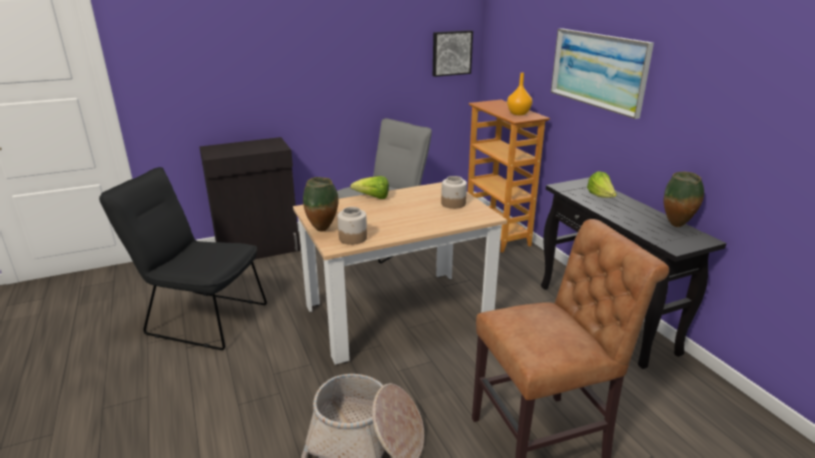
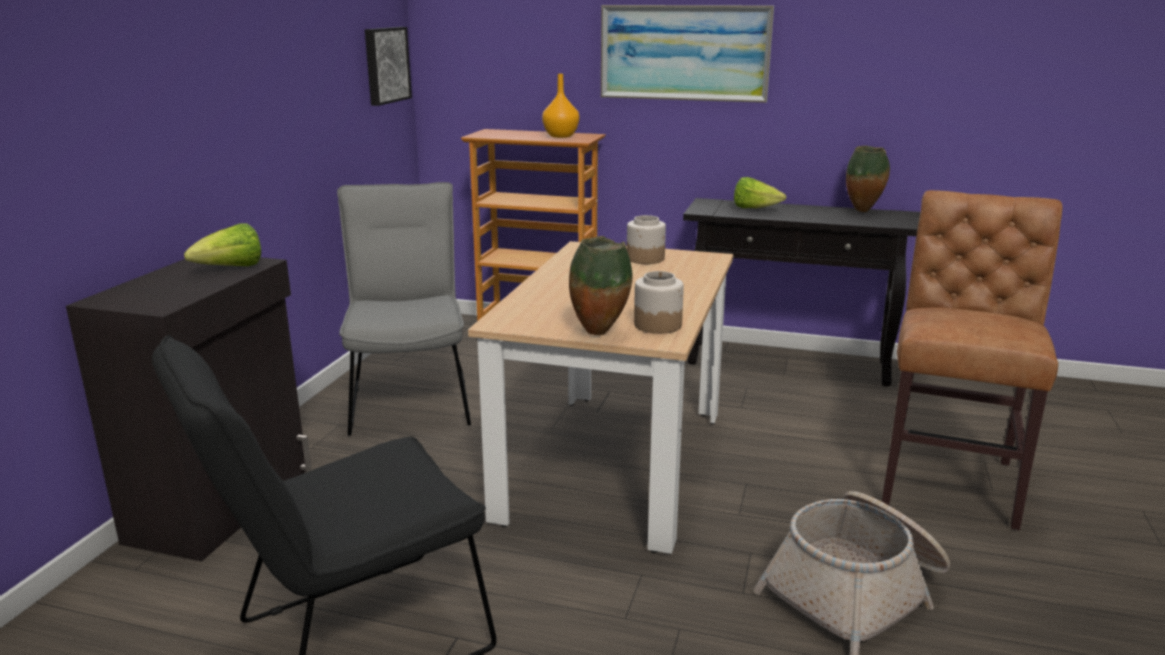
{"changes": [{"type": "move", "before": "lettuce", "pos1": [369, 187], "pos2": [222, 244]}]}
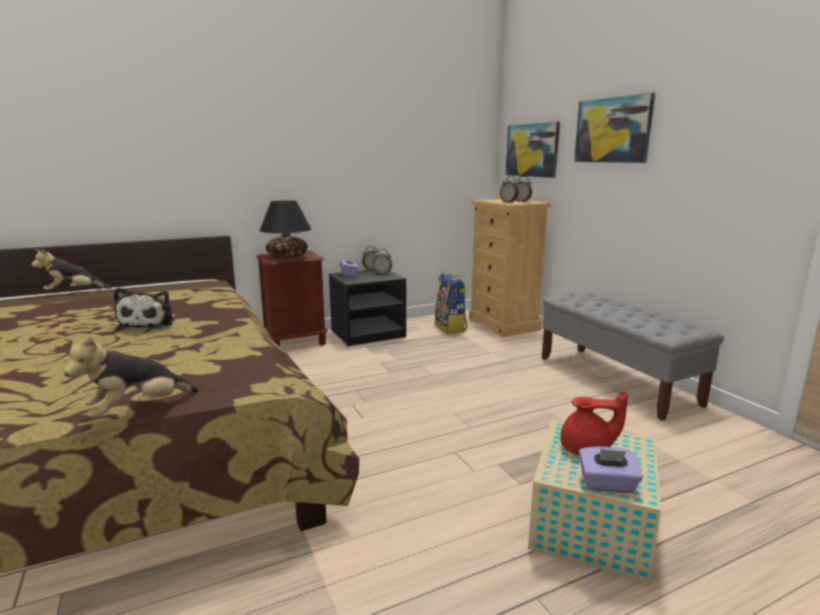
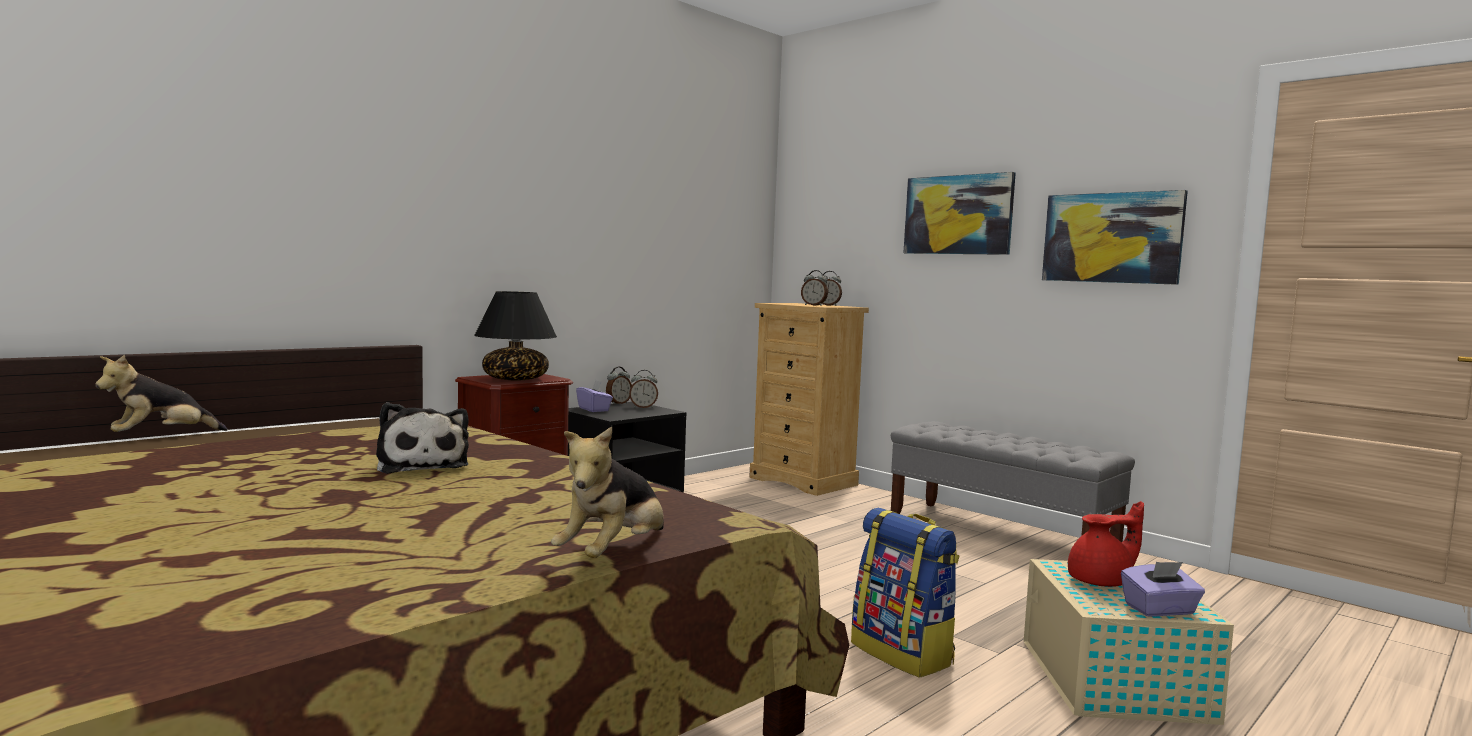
{"changes": [{"type": "move", "before": "picture", "pos1": [533, 150], "pos2": [1115, 237]}, {"type": "move", "before": "rucksack", "pos1": [451, 303], "pos2": [905, 593]}]}
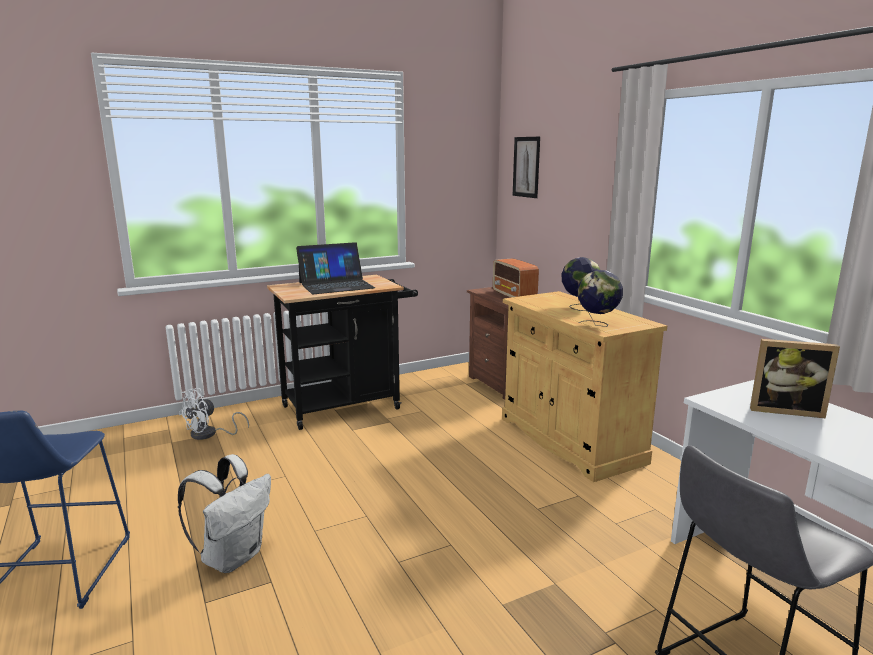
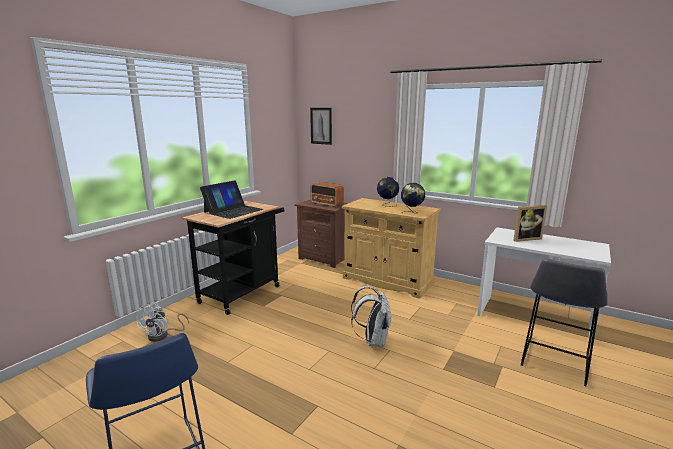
{"changes": [{"type": "move", "before": "white-coloured_rucksack", "pos1": [224, 513], "pos2": [371, 316]}]}
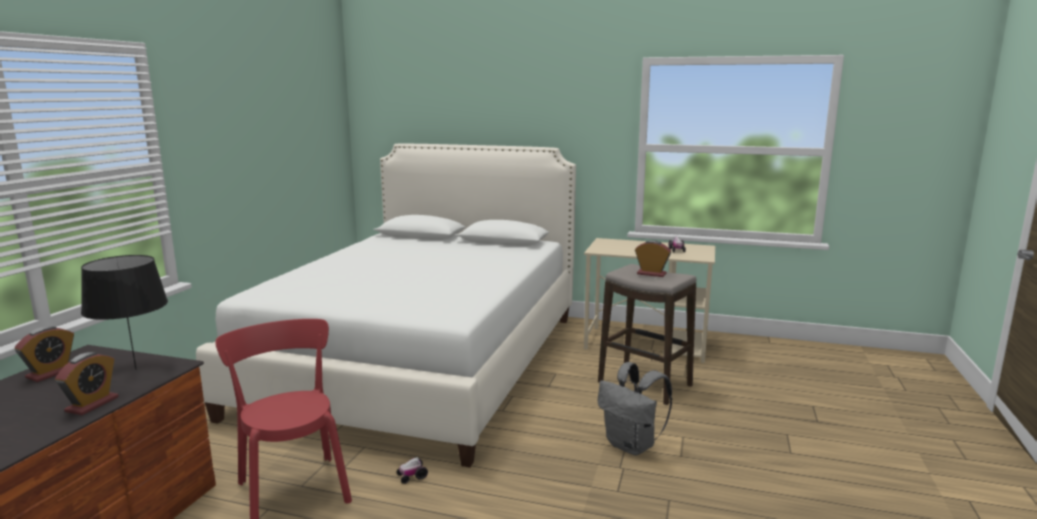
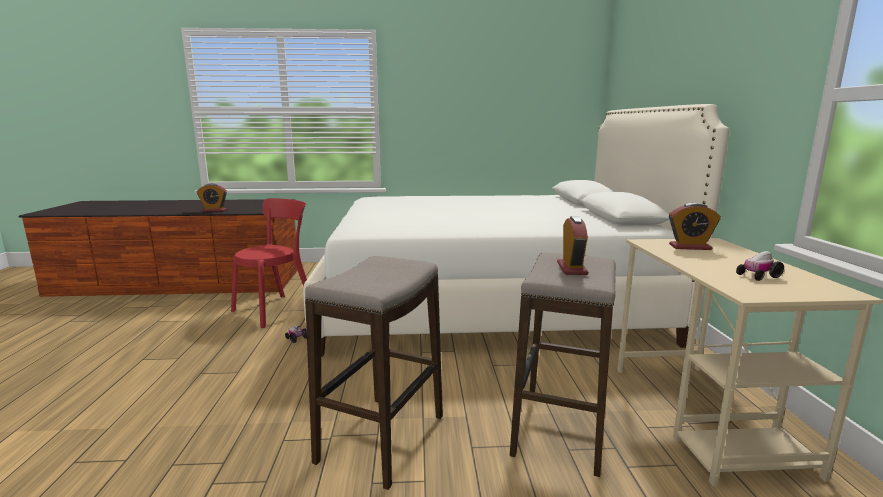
{"changes": [{"type": "delete", "before": "blackish_tabletop_lamp", "pos1": [124, 312]}, {"type": "move", "before": "alarm_clock", "pos1": [44, 354], "pos2": [695, 226]}, {"type": "replace", "before": "grey_rucksack", "after": "stool", "pos1": [635, 408], "pos2": [374, 373]}]}
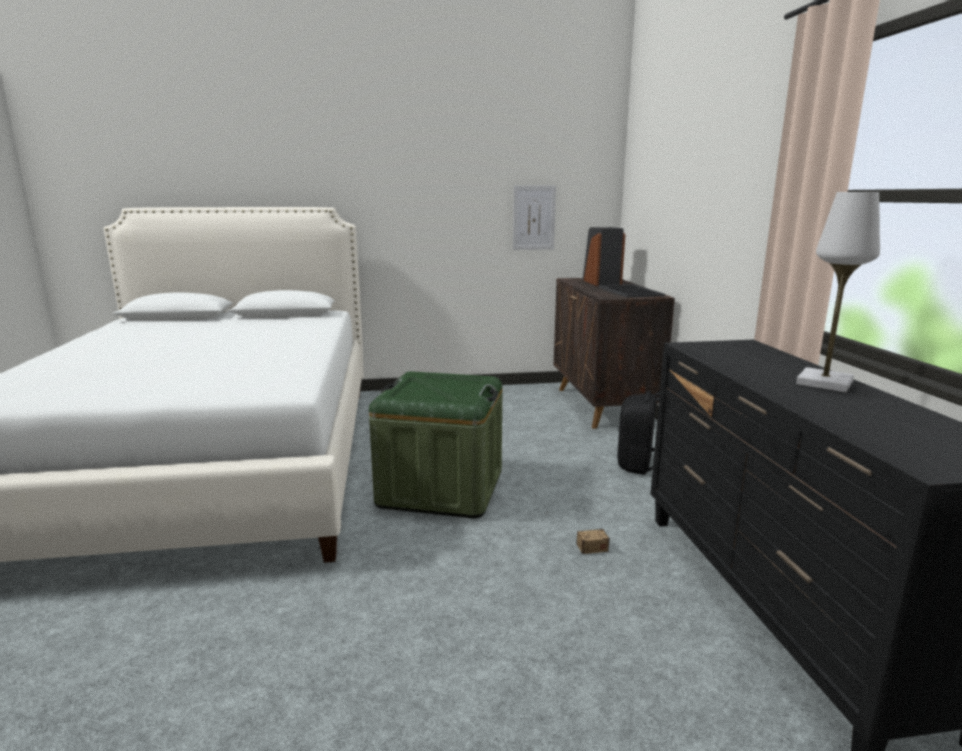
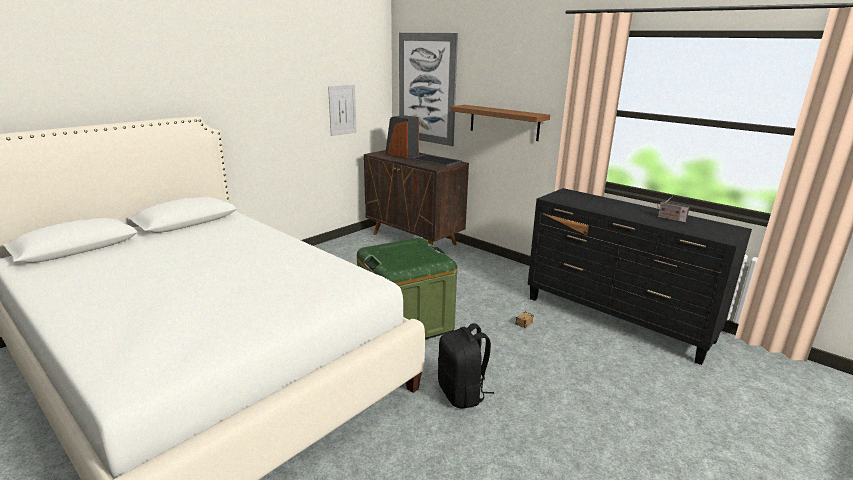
{"changes": [{"type": "delete", "before": "white-coloured_tabletop_lamp", "pos1": [838, 292]}, {"type": "move", "before": "blackish_rucksack", "pos1": [638, 433], "pos2": [466, 366]}, {"type": "insert", "after": "picture", "pos2": [428, 89]}, {"type": "insert", "after": "brownish_shelf", "pos2": [500, 123]}, {"type": "insert", "after": "radio_set", "pos2": [673, 209]}]}
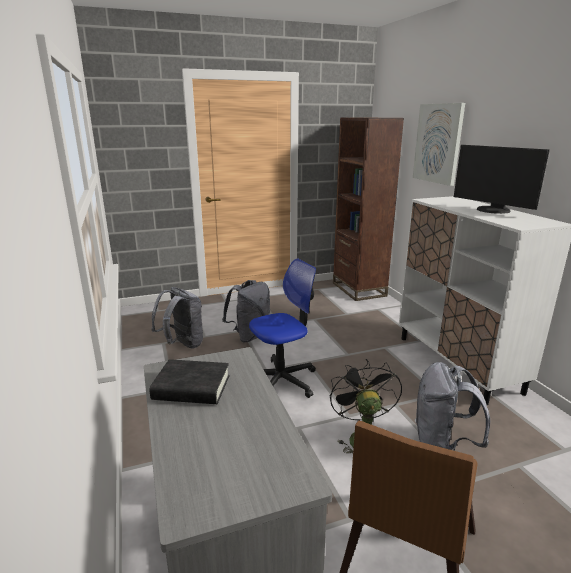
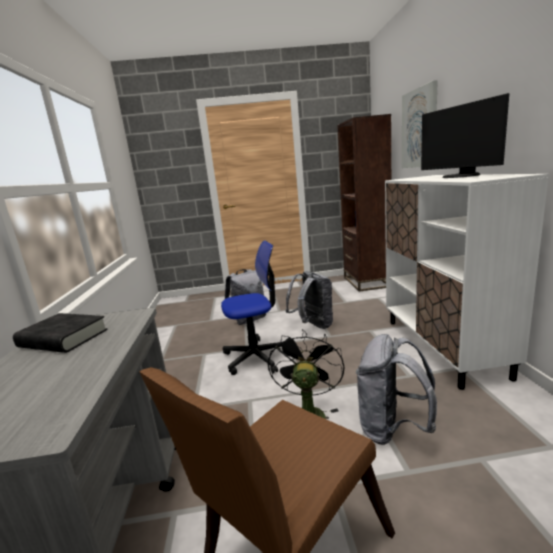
{"changes": [{"type": "move", "before": "grey_rucksack", "pos1": [177, 318], "pos2": [309, 300]}]}
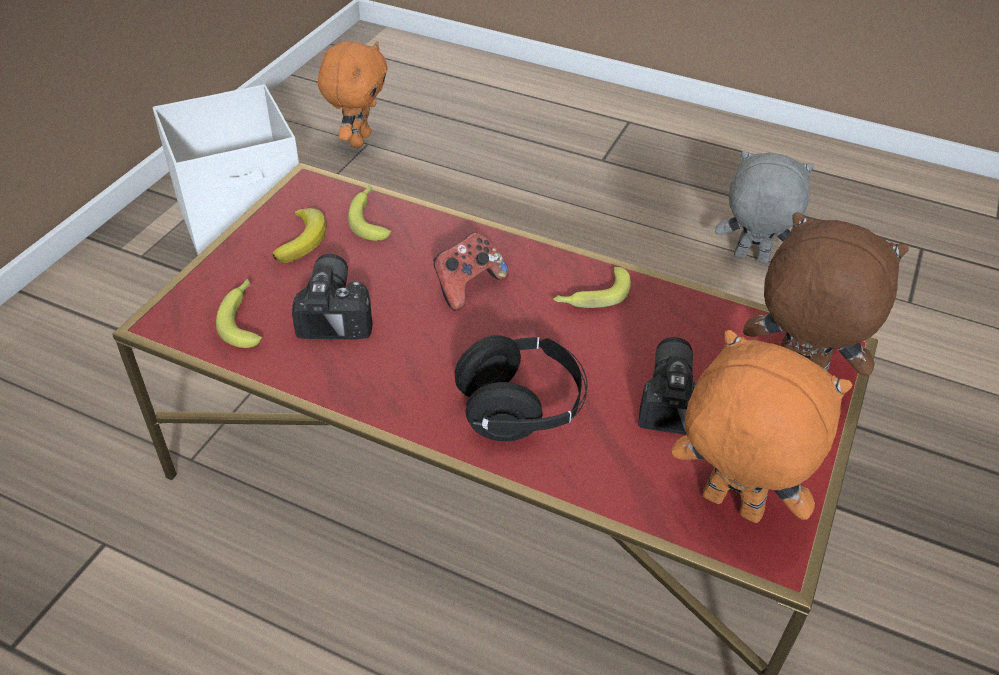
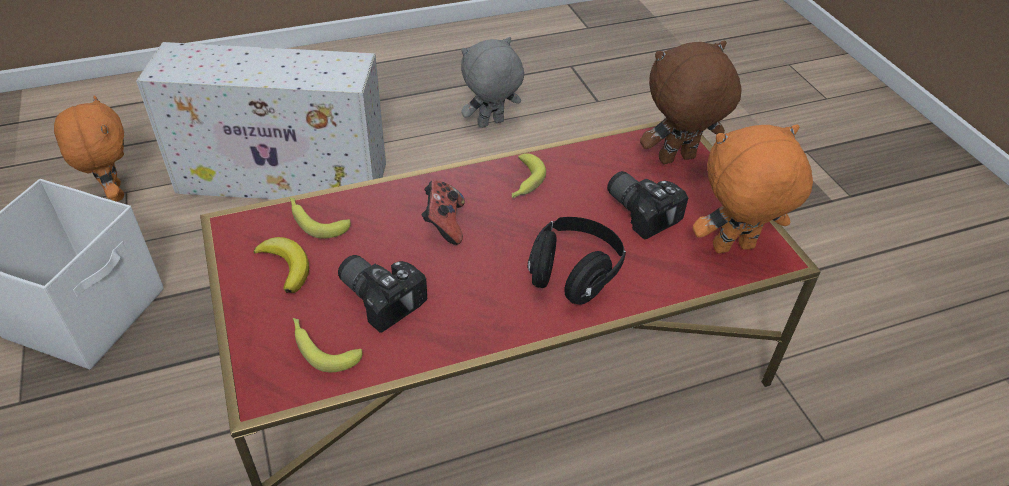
{"changes": [{"type": "insert", "after": "white-coloured_storage_box", "pos2": [261, 120]}]}
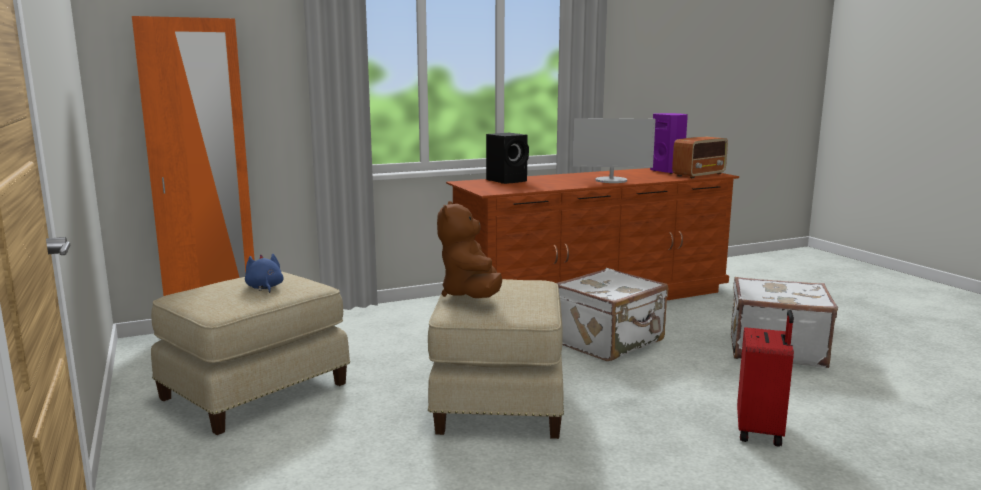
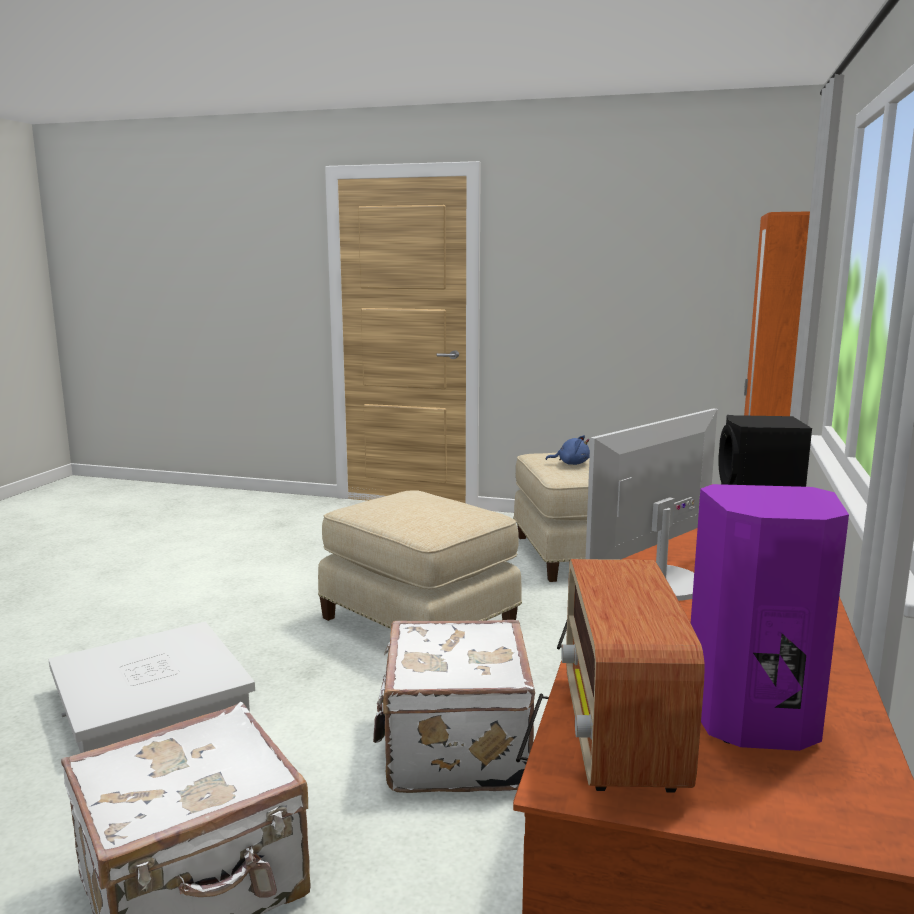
{"changes": [{"type": "delete", "before": "brownish_plush_toy", "pos1": [469, 249]}, {"type": "replace", "before": "reddish_piece_of_luggage", "after": "white-coloured_storage_box", "pos1": [765, 378], "pos2": [151, 687]}]}
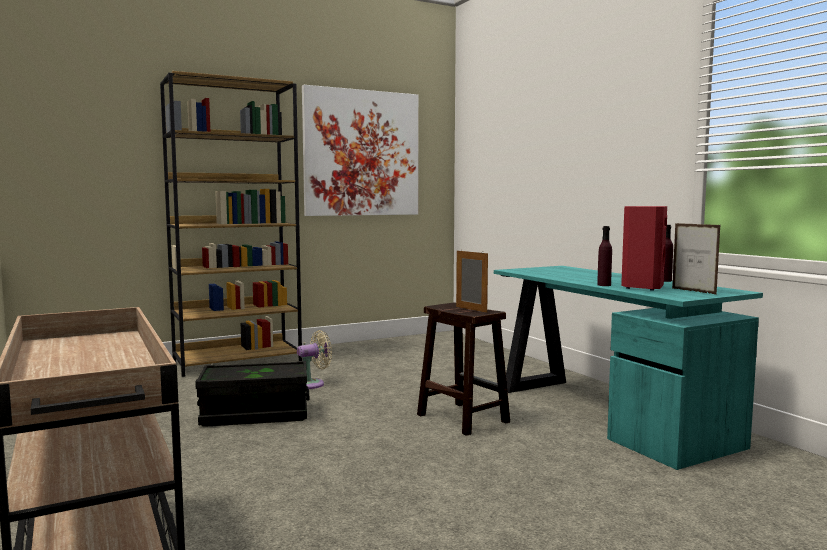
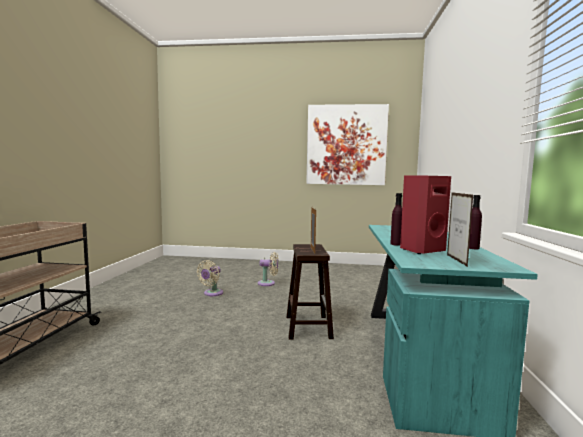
{"changes": [{"type": "delete", "before": "brownish_bookshelf", "pos1": [231, 224]}, {"type": "replace", "before": "blackish_storage_box", "after": "sand-coloured_fan", "pos1": [252, 394], "pos2": [209, 278]}]}
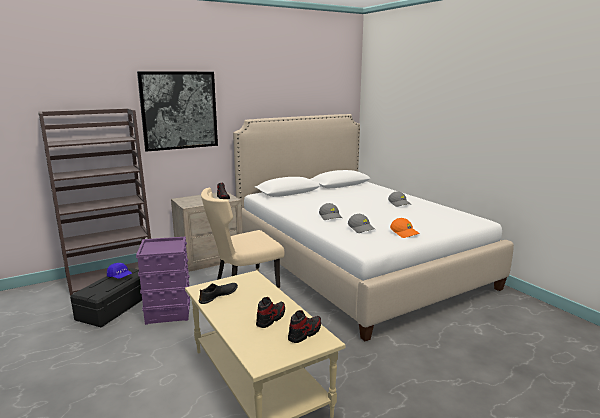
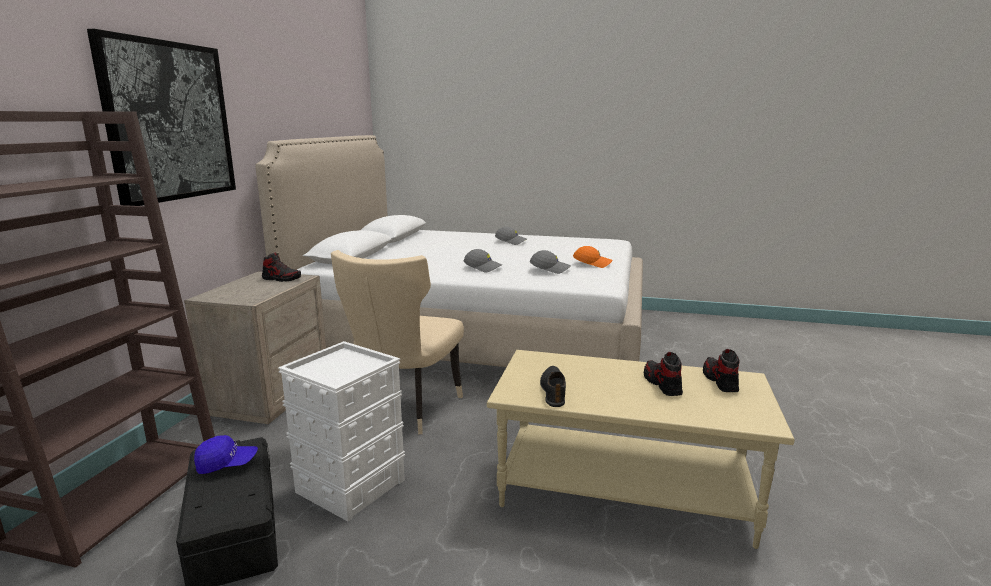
{"changes": [{"type": "recolor", "before": "purple_storage_box", "after": "white-coloured_storage_box", "pos1": [163, 281], "pos2": [341, 431]}]}
